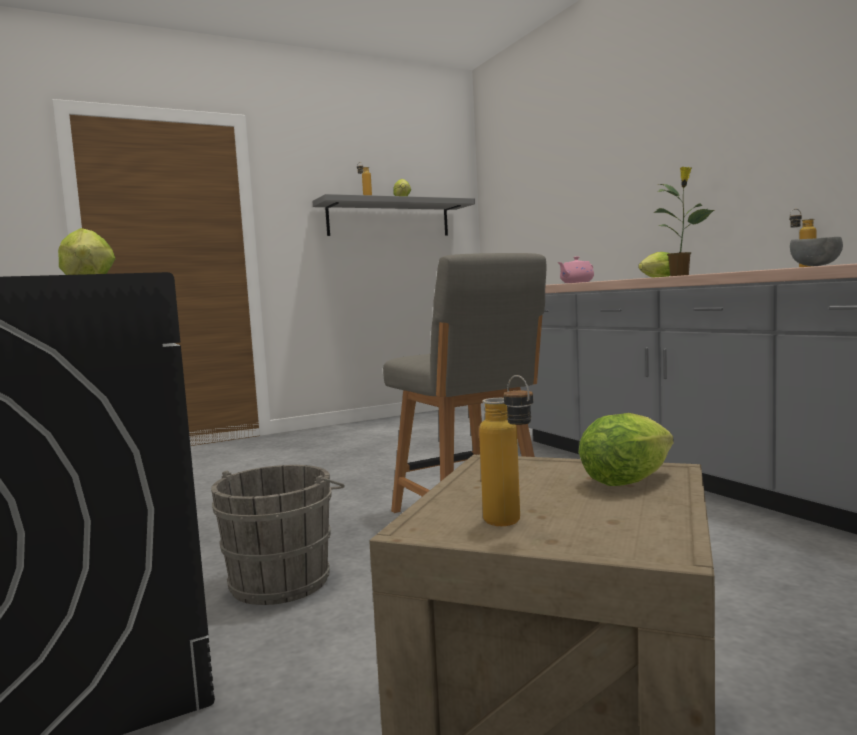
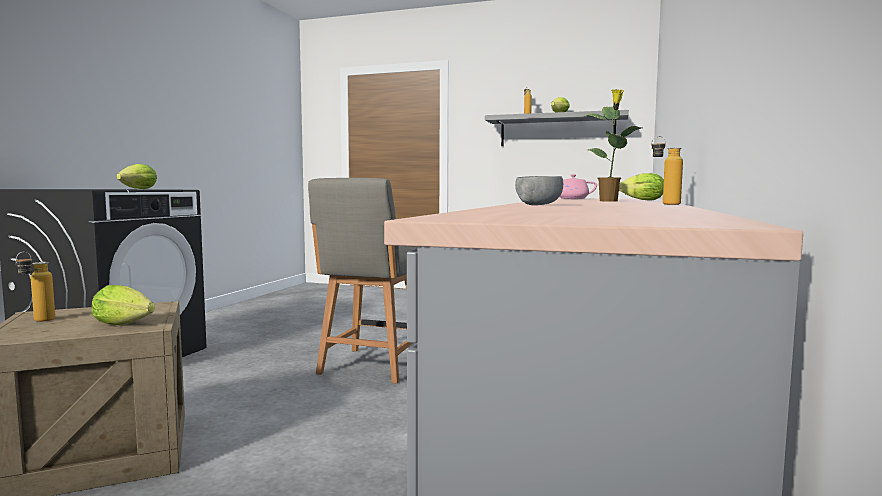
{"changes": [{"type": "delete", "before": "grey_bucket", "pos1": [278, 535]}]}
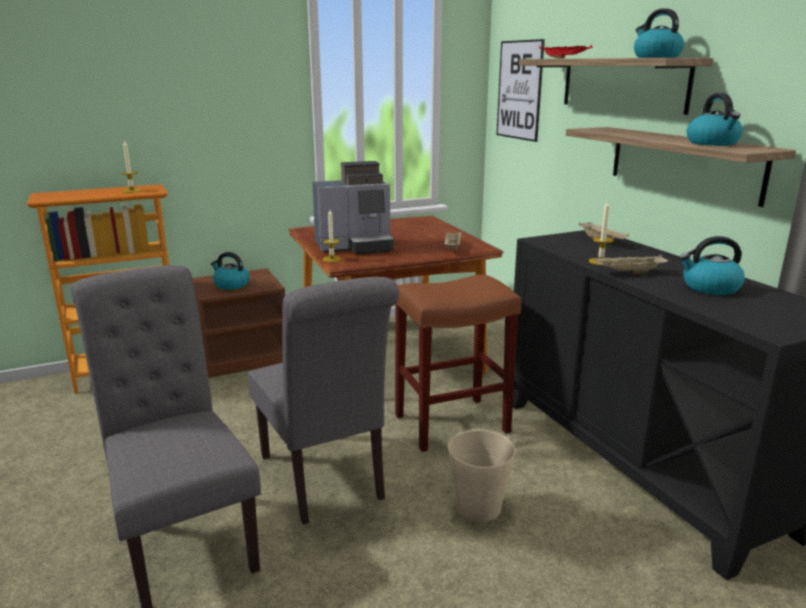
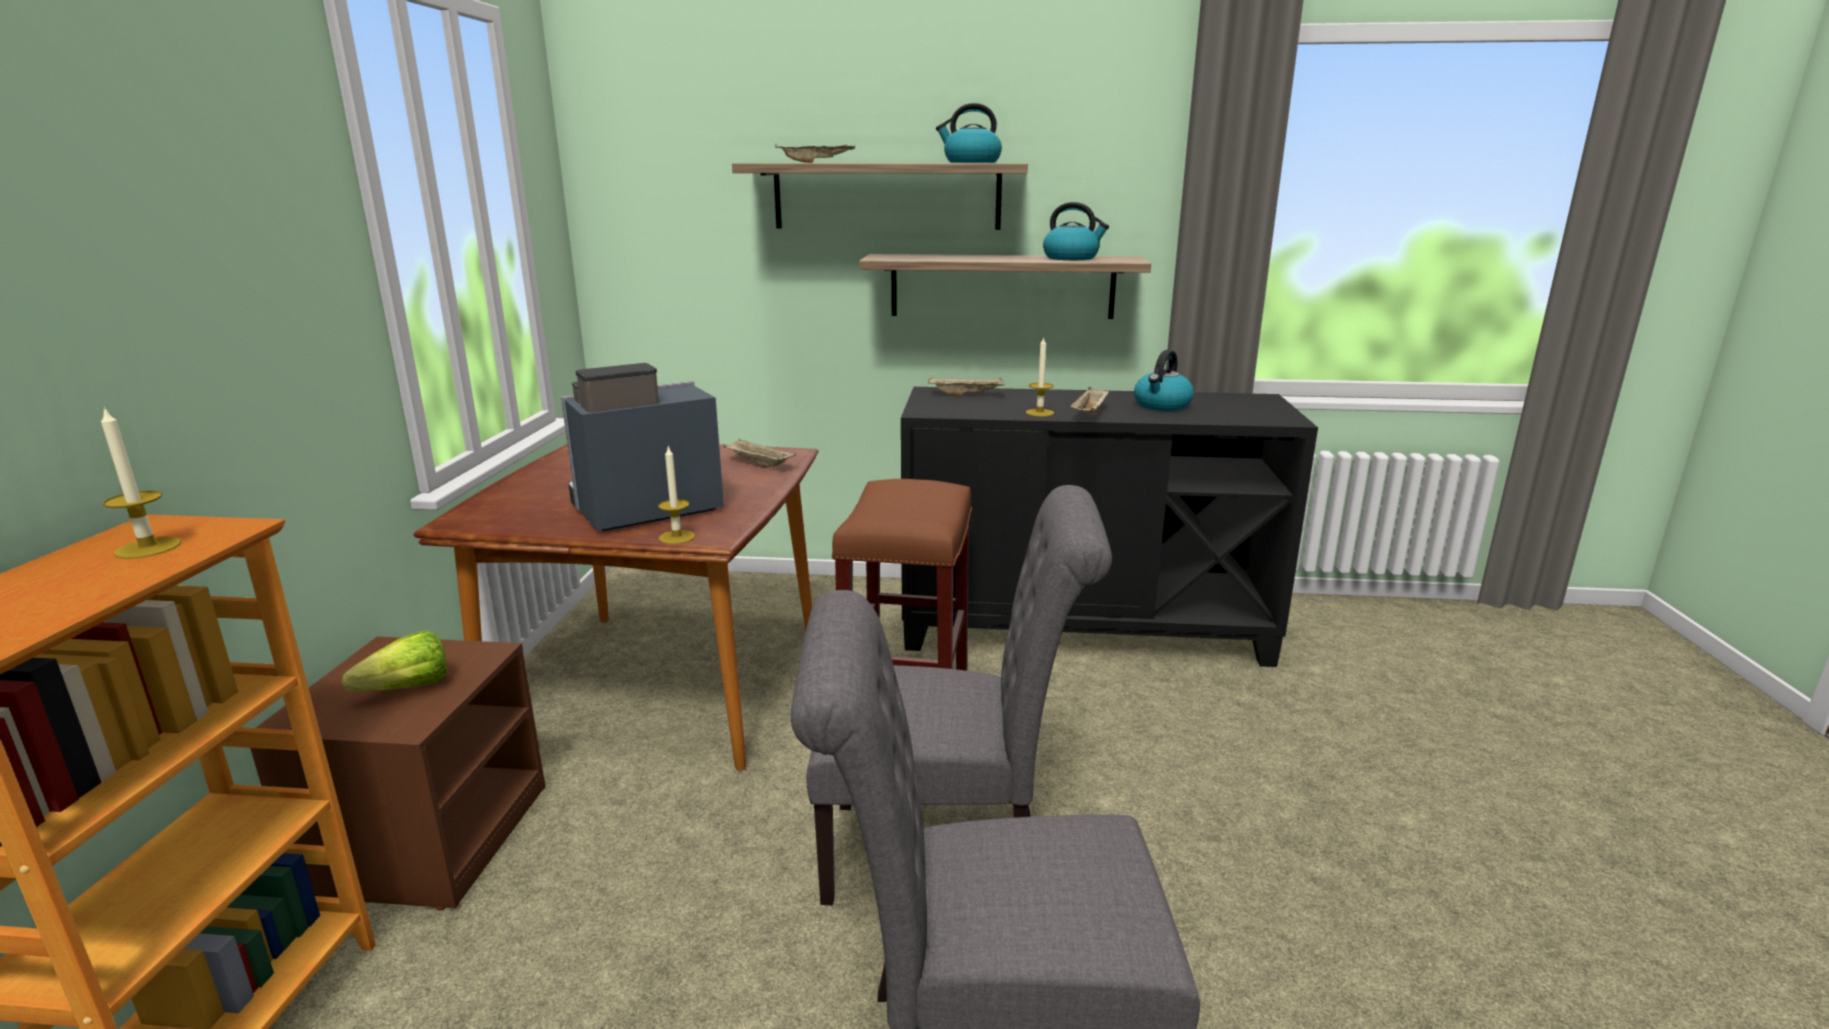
{"changes": [{"type": "delete", "before": "picture", "pos1": [521, 90]}, {"type": "recolor", "before": "reddish_carrying_tray", "after": "sand-coloured_carrying_tray", "pos1": [565, 51], "pos2": [815, 153]}, {"type": "rotate", "before": "coffee_machine", "pos1": [353, 207], "pos2": [642, 447], "turn": -135}, {"type": "replace", "before": "kettle", "after": "lettuce", "pos1": [230, 271], "pos2": [394, 660]}, {"type": "delete", "before": "sand-coloured_bucket", "pos1": [481, 475]}]}
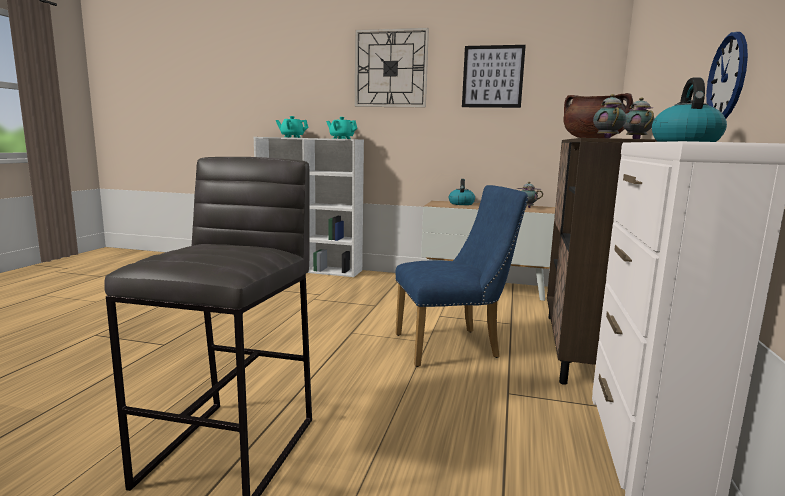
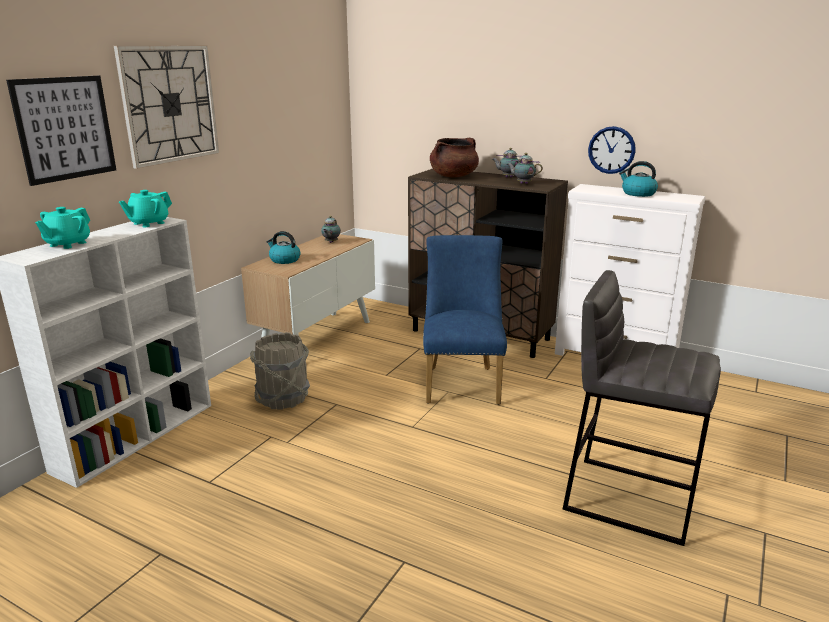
{"changes": [{"type": "move", "before": "picture", "pos1": [494, 76], "pos2": [61, 131]}, {"type": "insert", "after": "grey_bucket", "pos2": [280, 370]}]}
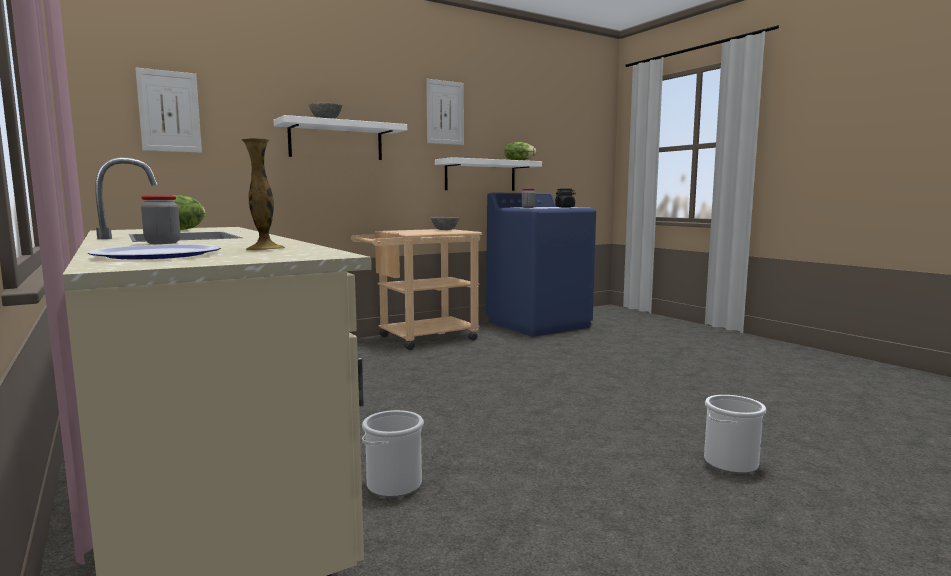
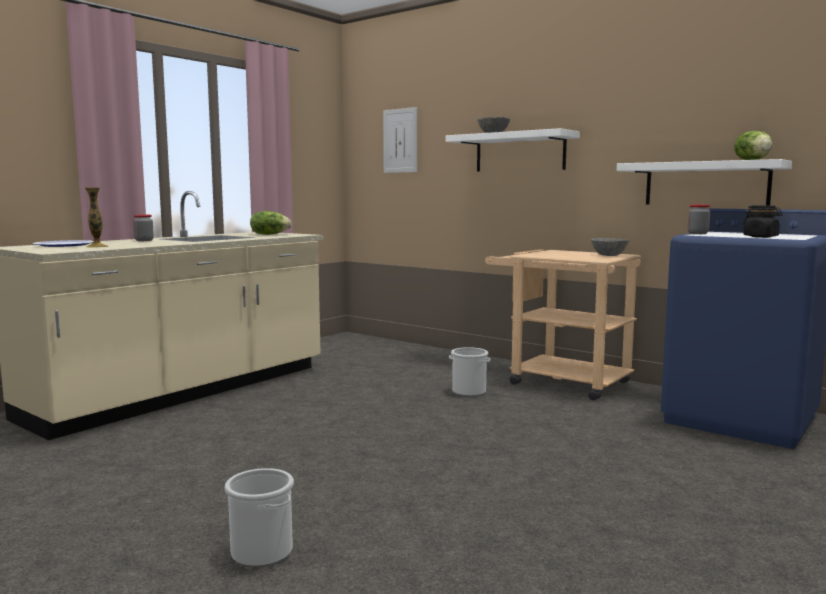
{"changes": [{"type": "delete", "before": "picture", "pos1": [445, 112]}, {"type": "move", "before": "bucket", "pos1": [393, 454], "pos2": [470, 371]}]}
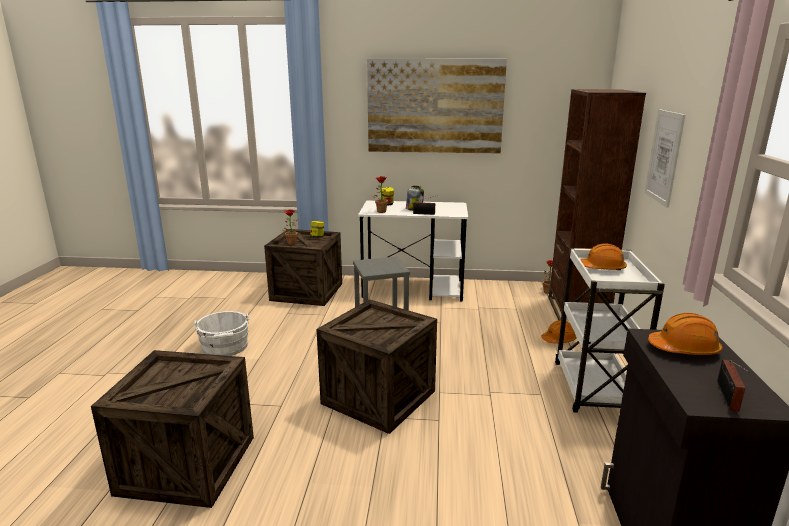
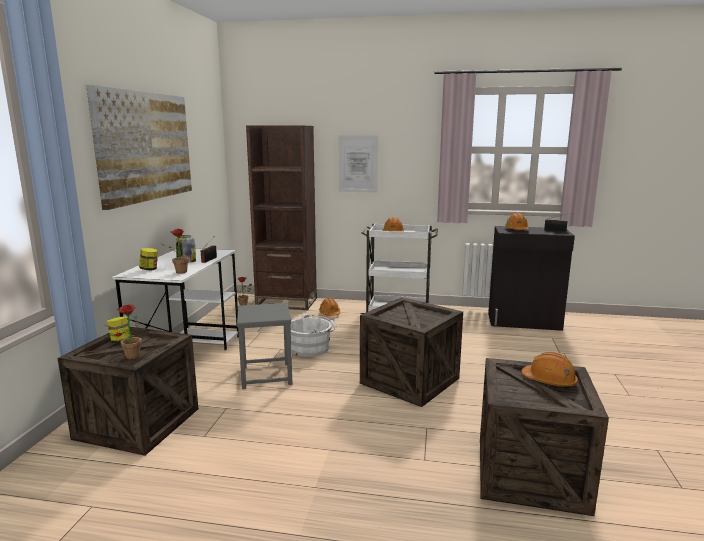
{"changes": [{"type": "move", "before": "white-coloured_bucket", "pos1": [222, 333], "pos2": [313, 335]}, {"type": "insert", "after": "orange-coloured_work_helmet", "pos2": [549, 370]}]}
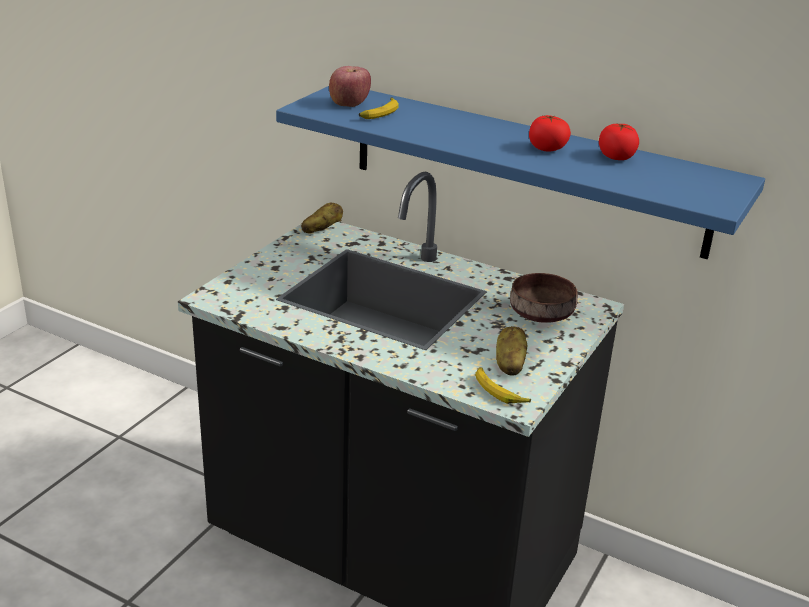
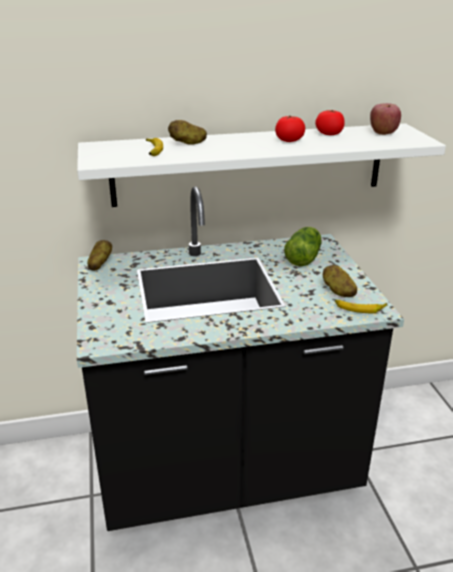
{"changes": [{"type": "move", "before": "whole_apple", "pos1": [350, 86], "pos2": [385, 119]}, {"type": "recolor", "before": "blue_shelf", "after": "white-coloured_shelf", "pos1": [520, 172], "pos2": [261, 165]}, {"type": "replace", "before": "brownish_serving_bowl", "after": "lettuce", "pos1": [544, 298], "pos2": [303, 246]}, {"type": "insert", "after": "whole_potato", "pos2": [187, 132]}]}
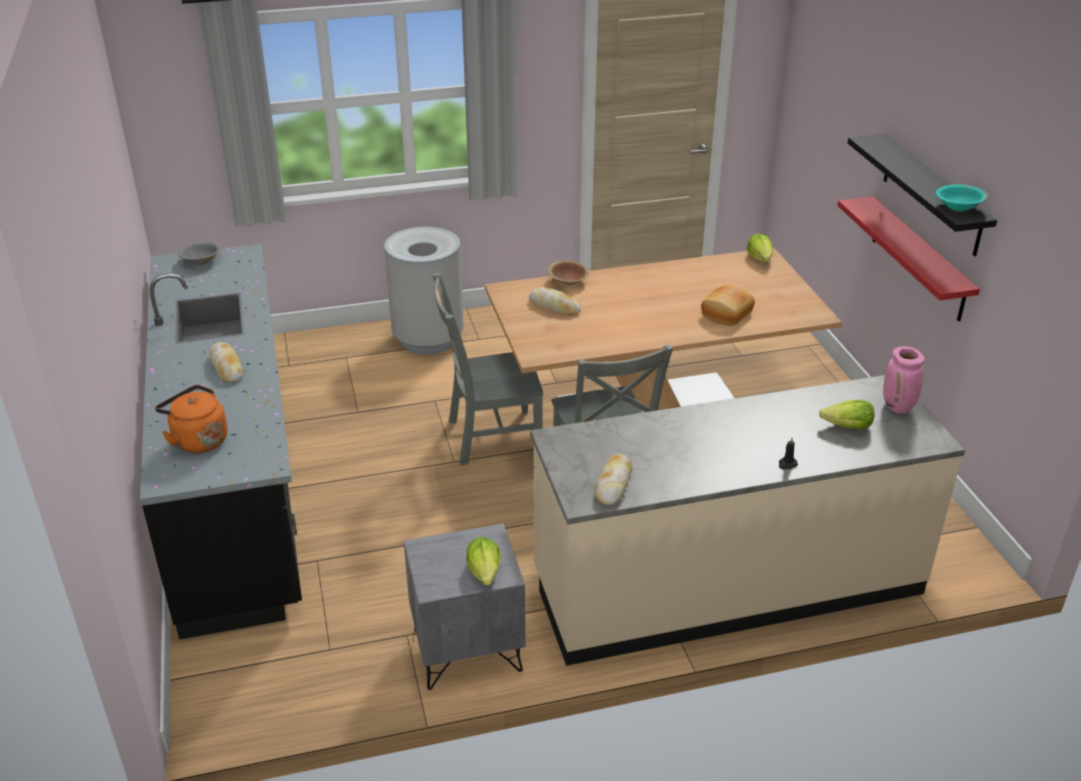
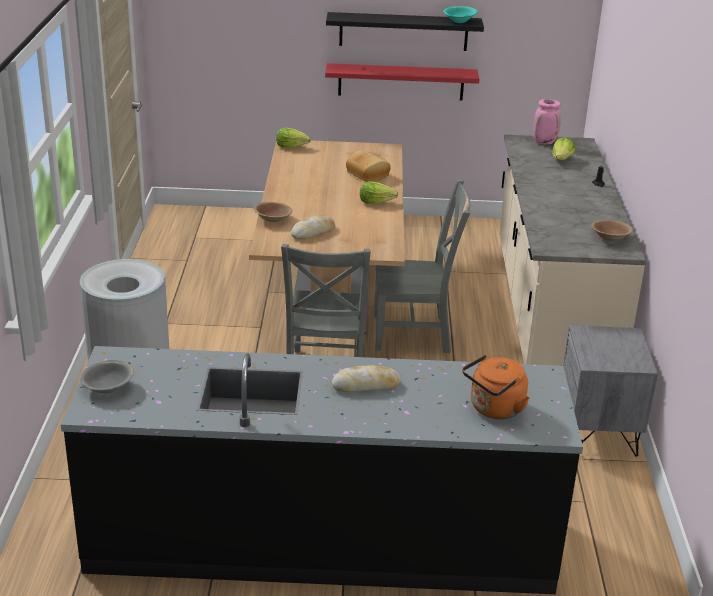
{"changes": [{"type": "replace", "before": "baked_bread", "after": "brownish_serving_bowl", "pos1": [614, 479], "pos2": [612, 230]}, {"type": "move", "before": "lettuce", "pos1": [483, 561], "pos2": [379, 192]}]}
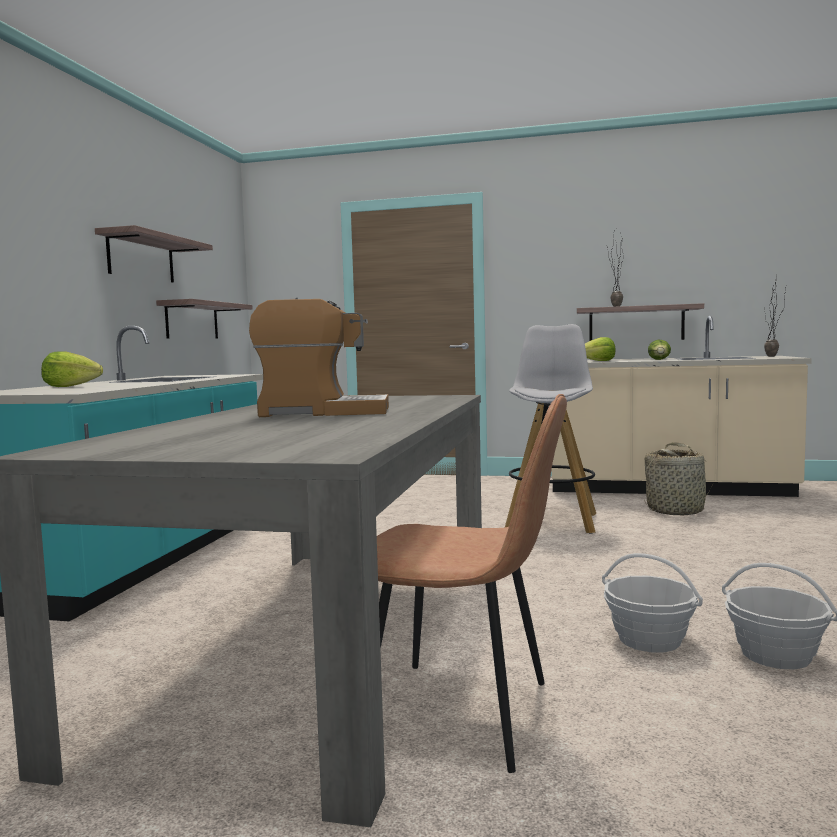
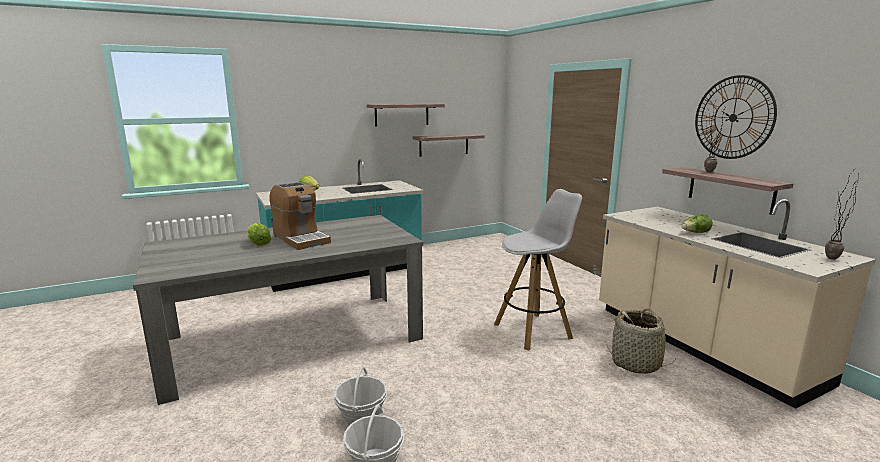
{"changes": [{"type": "move", "before": "lettuce", "pos1": [600, 349], "pos2": [259, 234]}, {"type": "delete", "before": "brownish_plain_chair", "pos1": [472, 583]}, {"type": "insert", "after": "clock_on_the_wall", "pos2": [736, 117]}]}
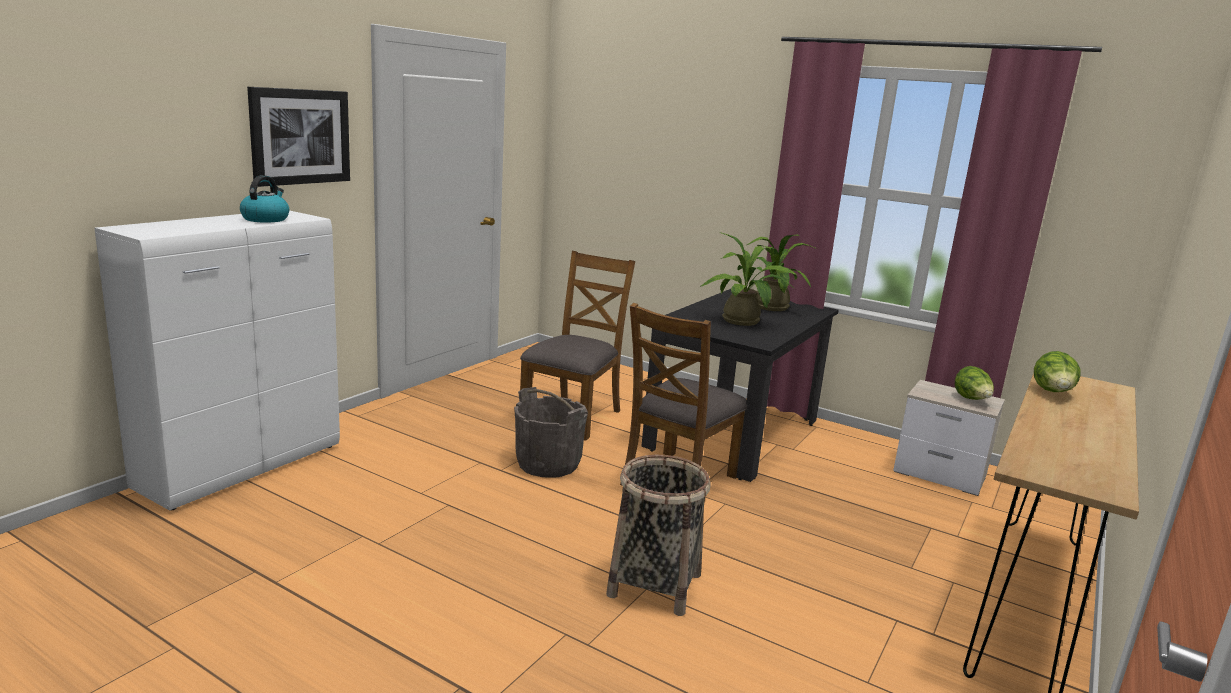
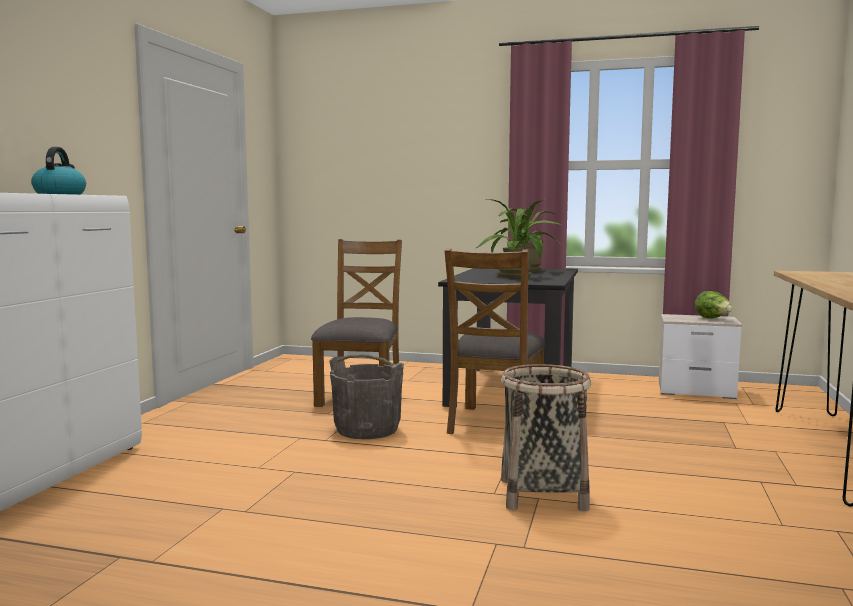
{"changes": [{"type": "delete", "before": "picture", "pos1": [298, 137]}, {"type": "delete", "before": "lettuce", "pos1": [1057, 371]}]}
